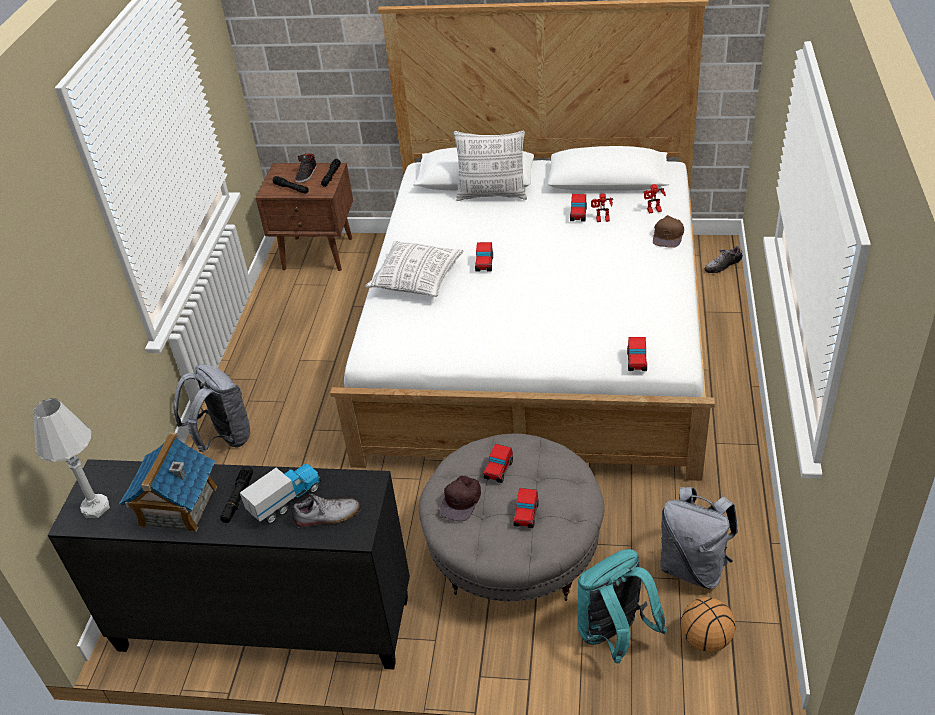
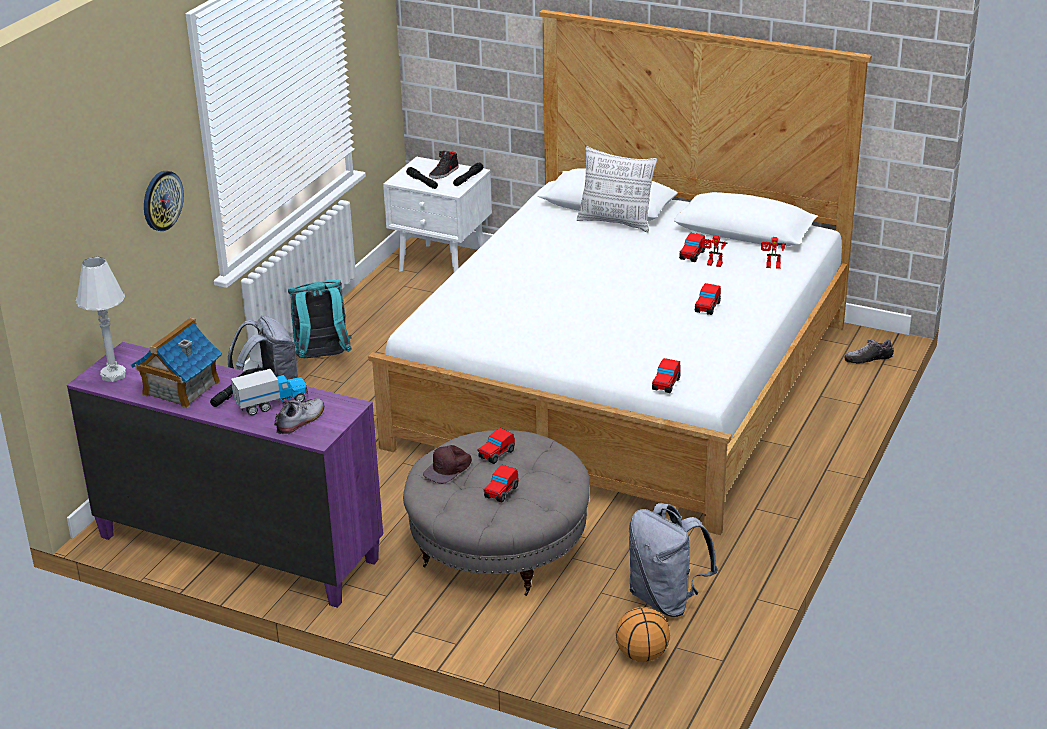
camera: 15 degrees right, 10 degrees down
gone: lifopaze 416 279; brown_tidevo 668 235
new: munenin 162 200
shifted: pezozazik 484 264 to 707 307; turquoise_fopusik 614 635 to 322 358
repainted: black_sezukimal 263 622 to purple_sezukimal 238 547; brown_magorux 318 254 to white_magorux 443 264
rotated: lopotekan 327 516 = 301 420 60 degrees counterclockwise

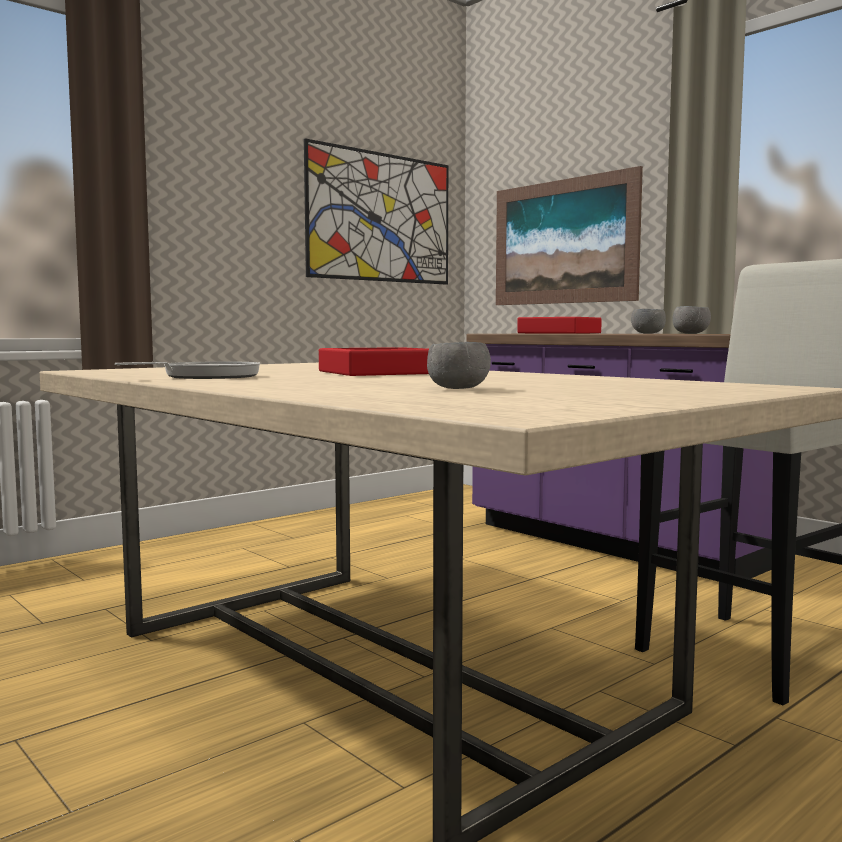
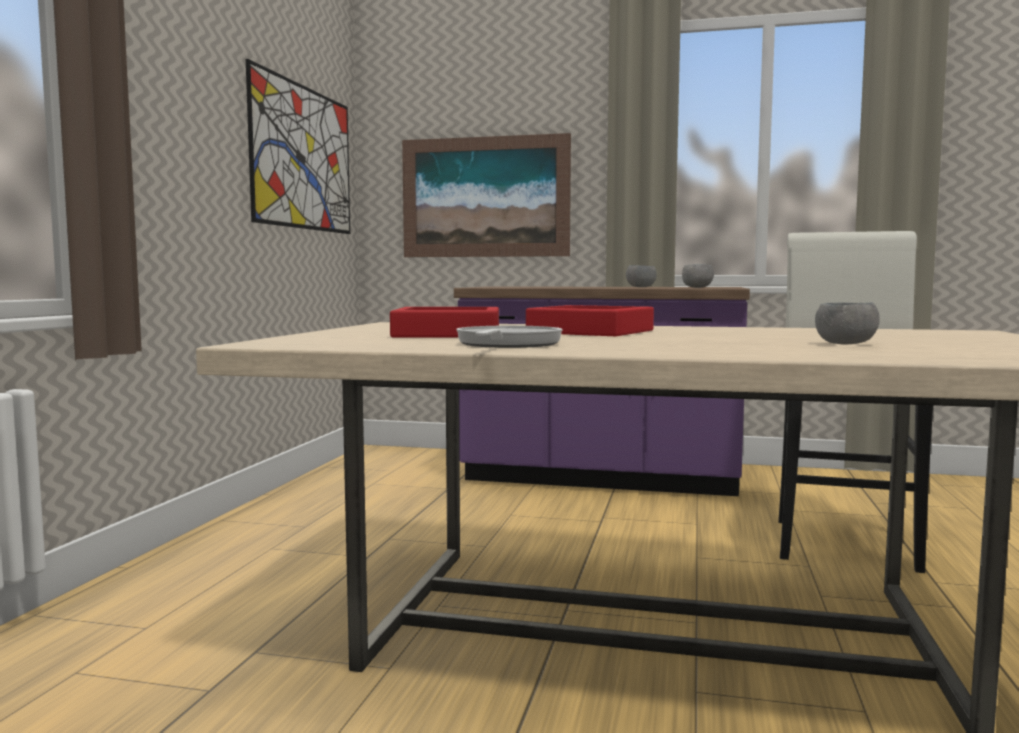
camera: 35 degrees left, 0 degrees up
shifted: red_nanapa 559 333 to 447 333

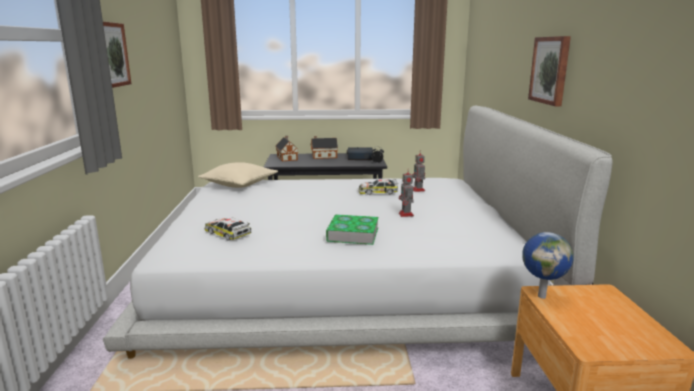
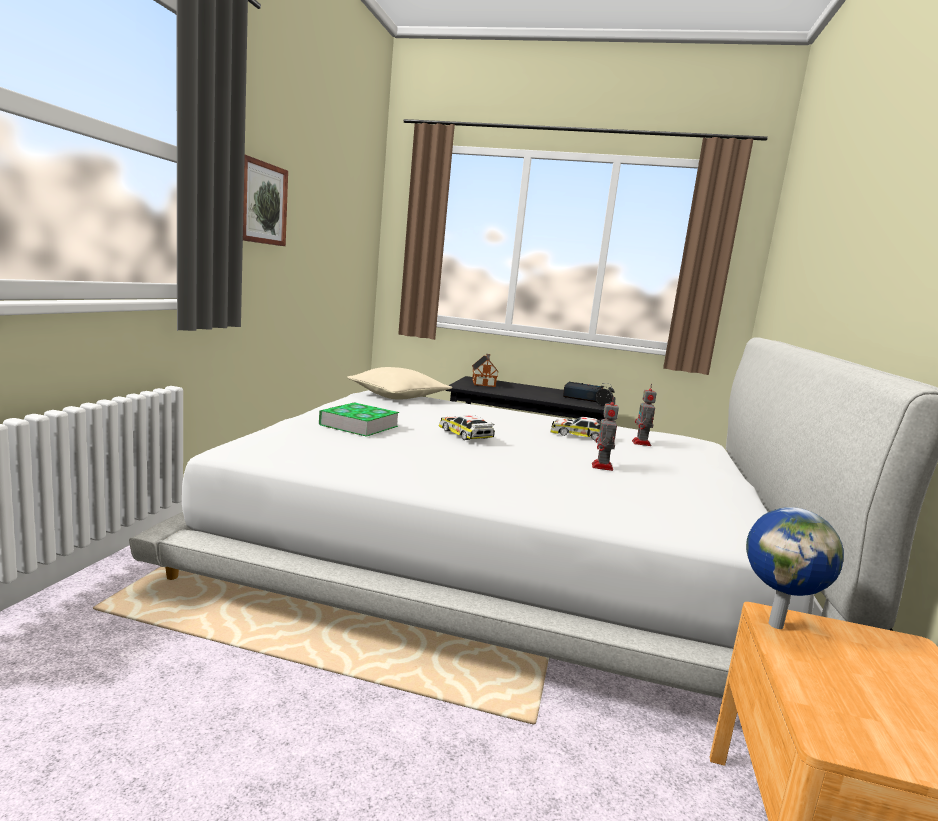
camera: 15 degrees right, 5 degrees down
gone: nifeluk 323 156; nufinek 550 70
shifted: pezozazik 227 233 to 464 434; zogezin 353 234 to 359 425

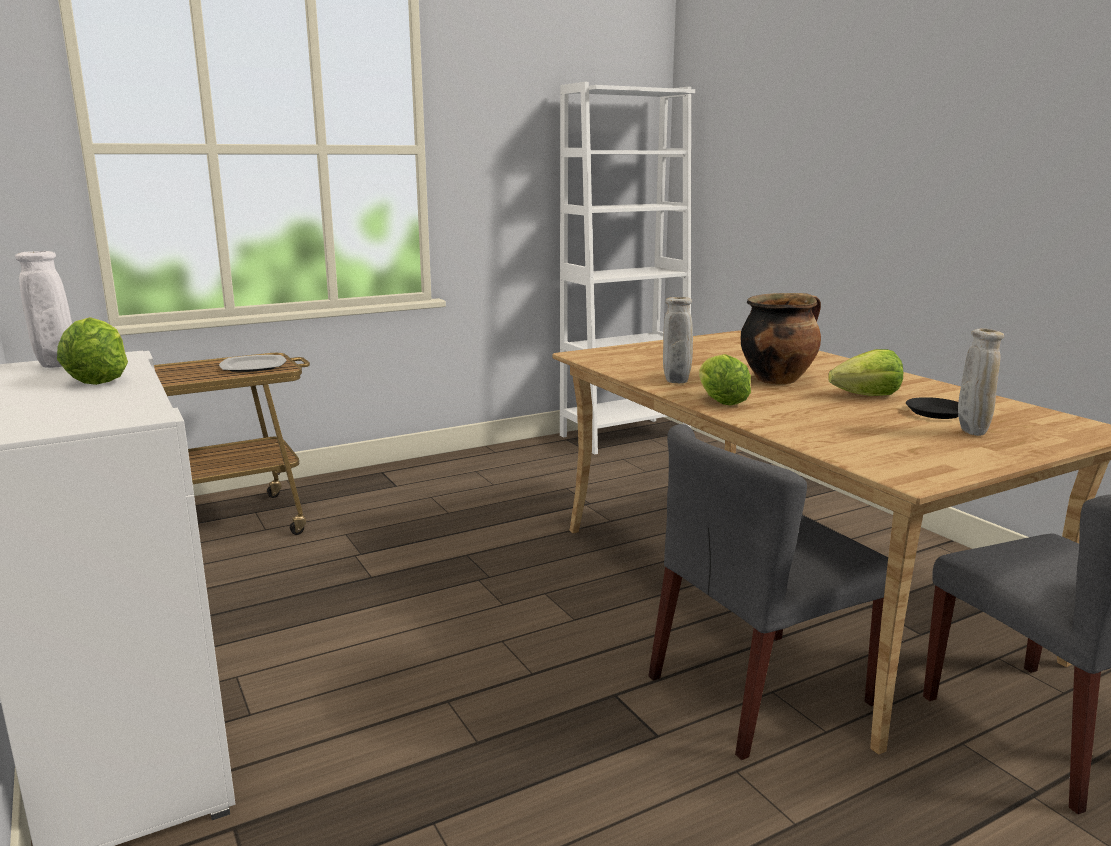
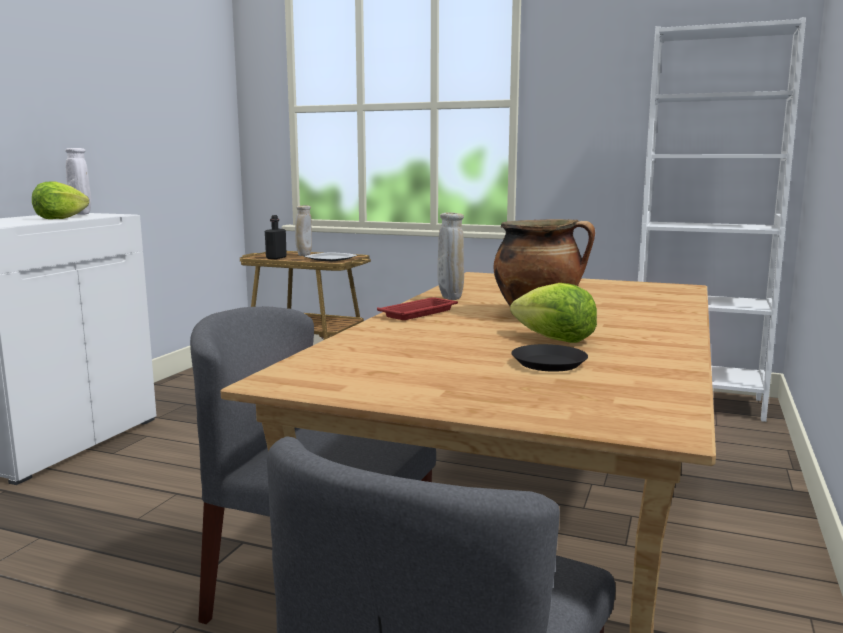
camera: 50 degrees right, 5 degrees down
new: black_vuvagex 276 258
shifted: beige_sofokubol 971 433 to 304 255
swapped: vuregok 720 400 to red_nanapa 420 313

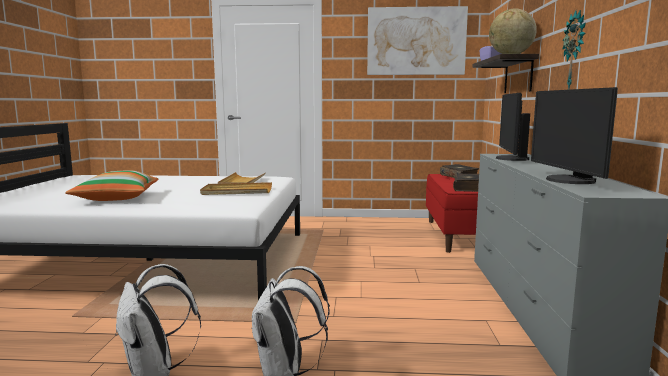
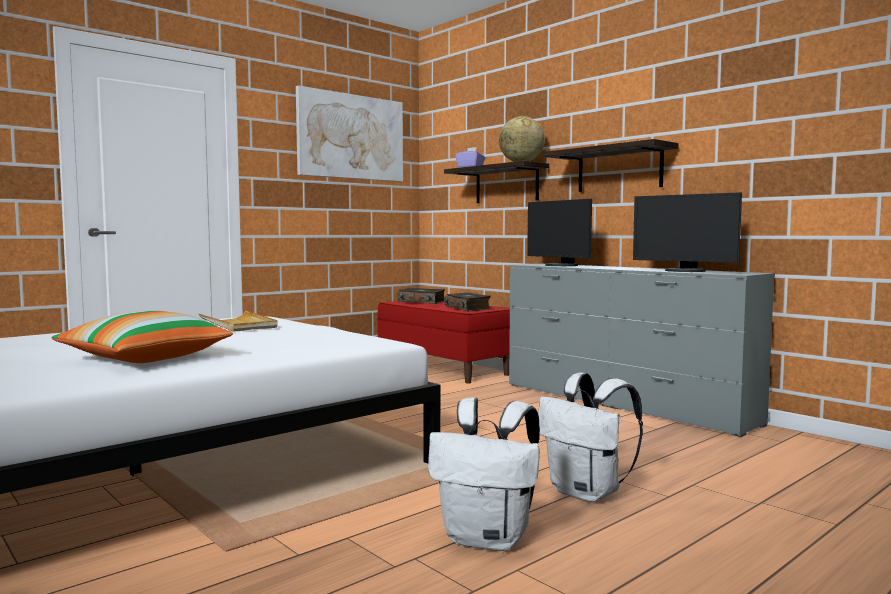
camera: 45 degrees left, 5 degrees down
gone: beige_nanapa 237 191
swapped: munenin 575 57 to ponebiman 619 169

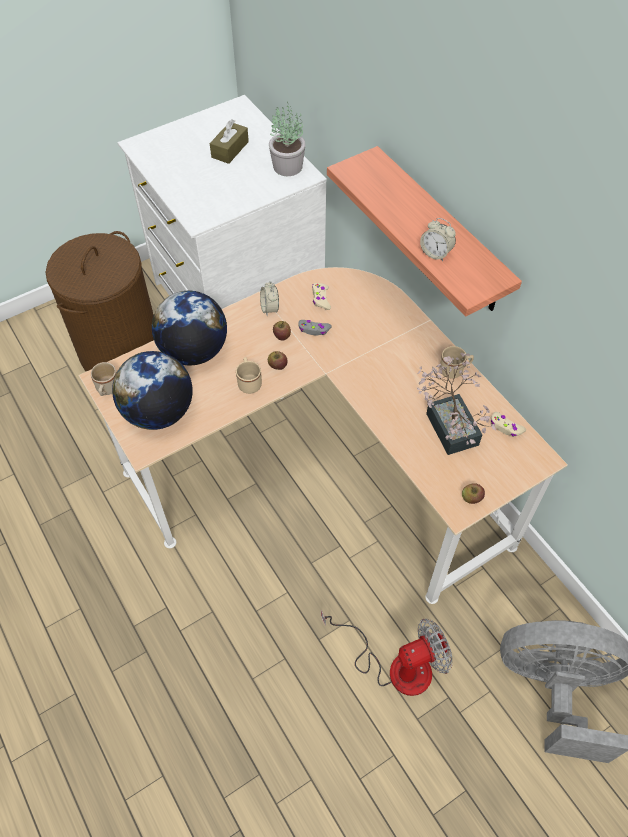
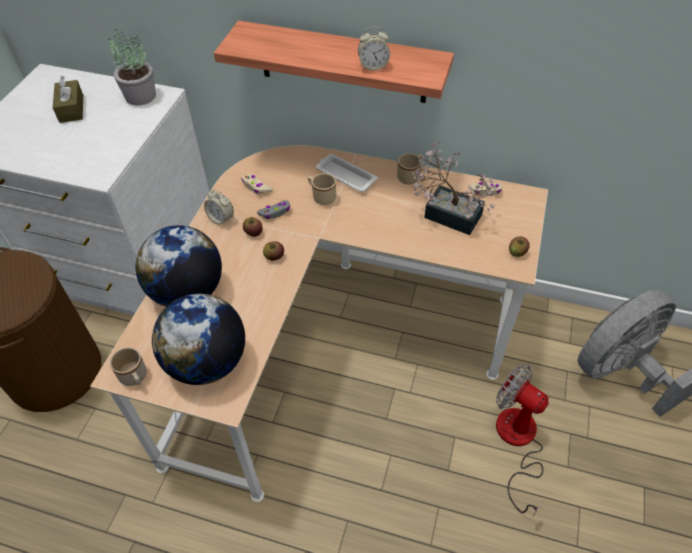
camera: 40 degrees left, 5 degrees down
new: white_nanapa 345 176
shifted: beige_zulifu 249 382 to 321 196
rotated: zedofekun 395 665 = 517 442 75 degrees counterclockwise

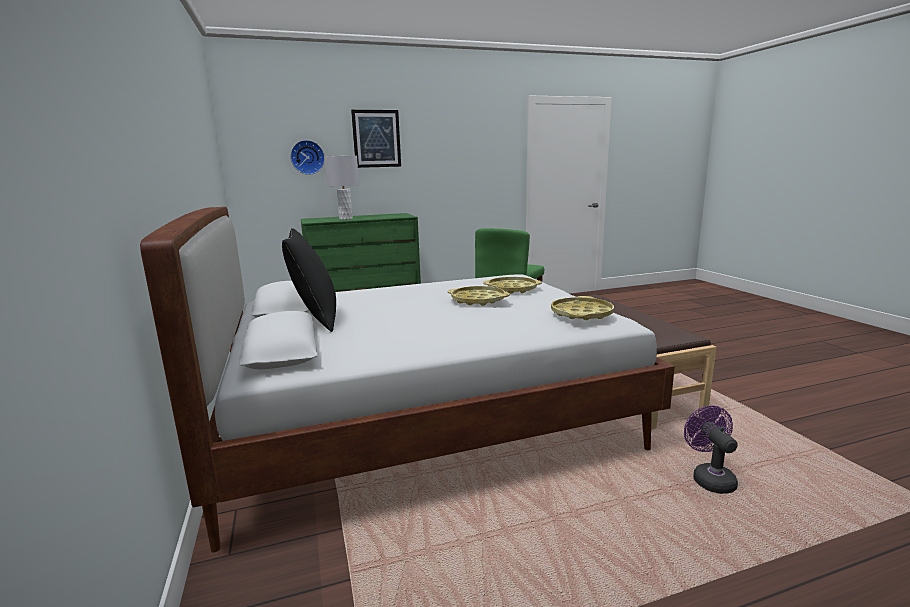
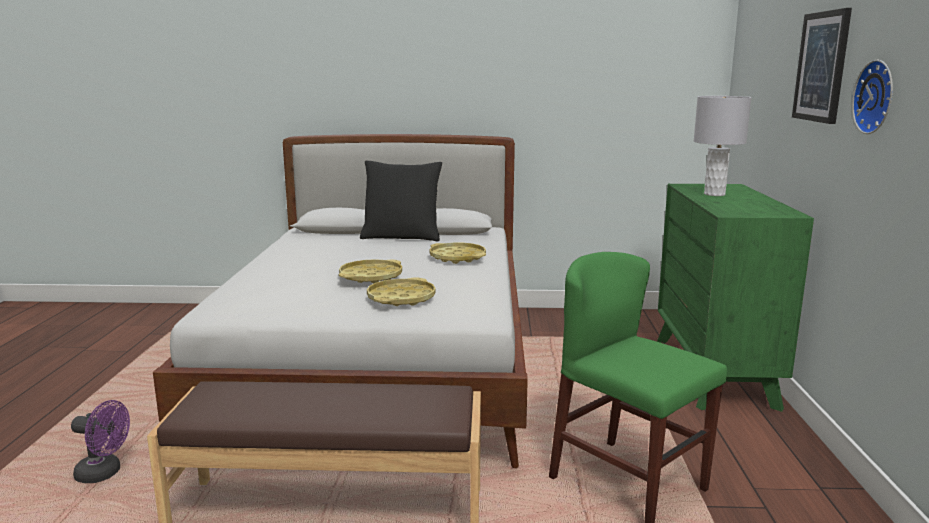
camera: 110 degrees right, 0 degrees up
shifted: munenin 307 157 to 877 97; yellow_nanapa 581 314 to 457 257

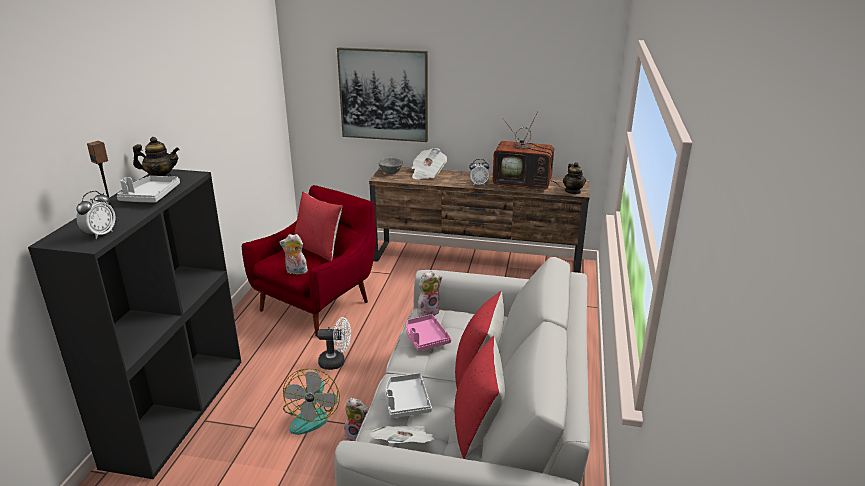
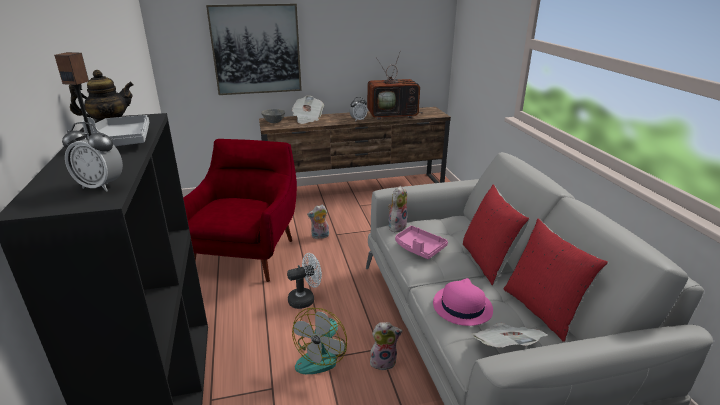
camera: 25 degrees left, 0 degrees up
gone: red_lifopaze 318 250; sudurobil 573 191
shifted: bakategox 295 272 to 320 236
swapped: grey_nanapa 406 402 to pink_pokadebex 461 306
rotated: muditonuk 100 234 = 101 186 105 degrees clockwise; zedofekun 311 415 = 322 355 45 degrees clockwise

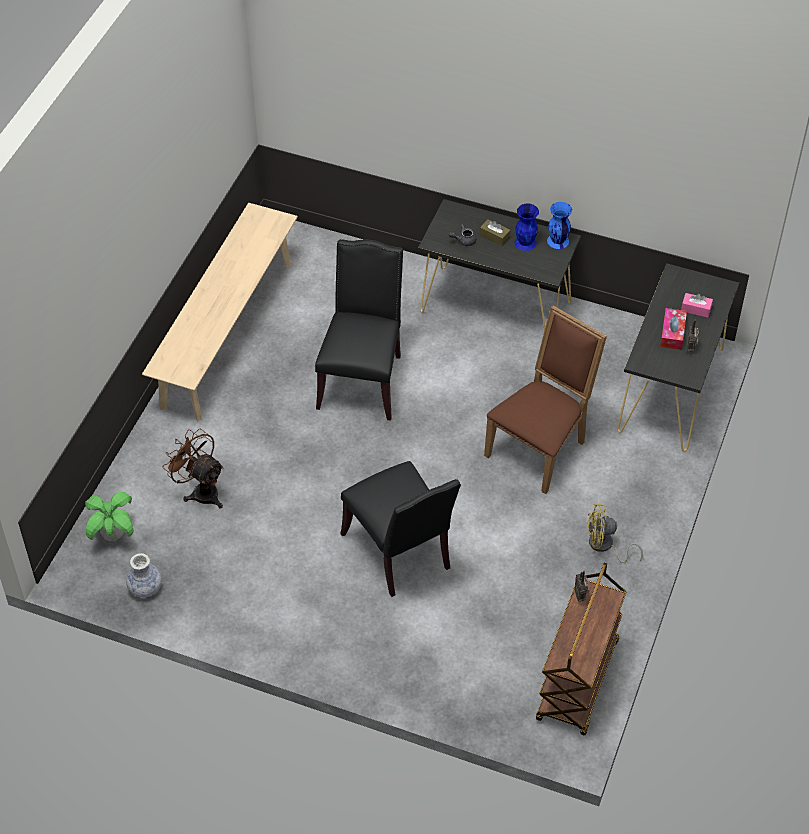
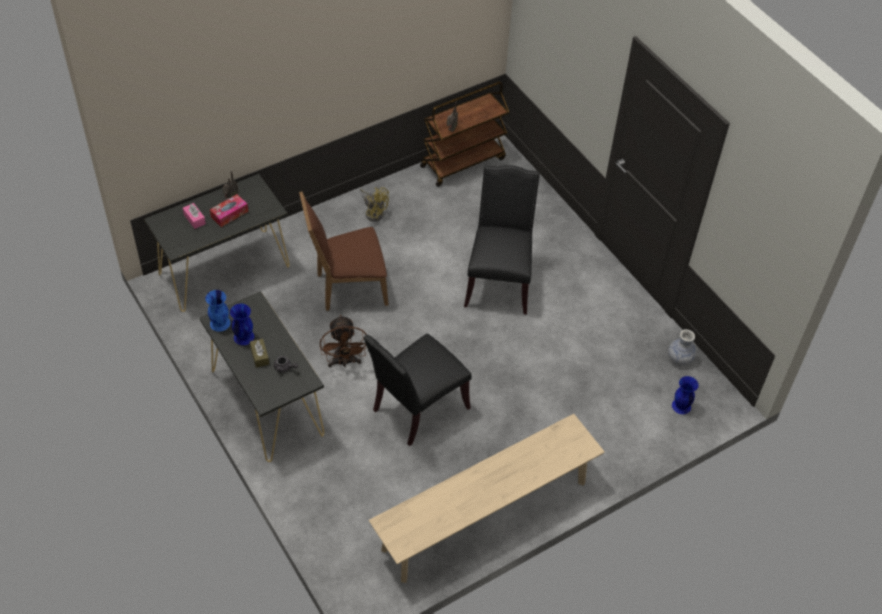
camera: 145 degrees left, 0 degrees up
shifted: brown_zedofekun 201 491 to 344 362
swapped: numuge 113 535 to blue_sofokubol 681 406

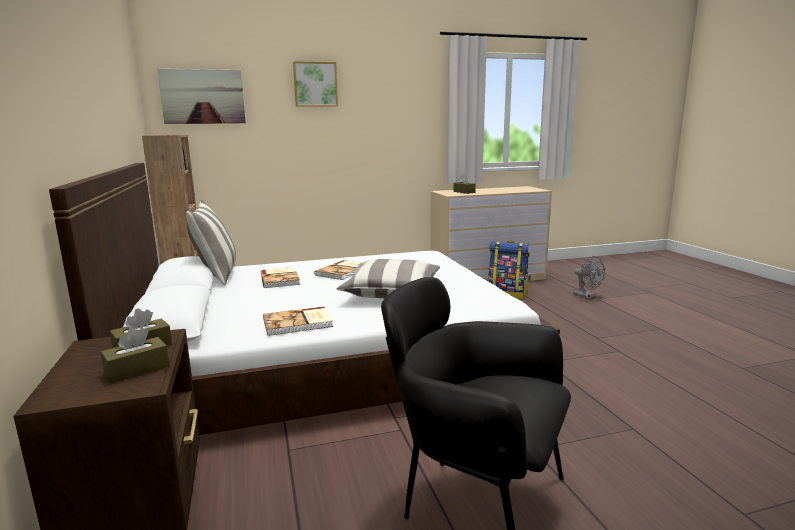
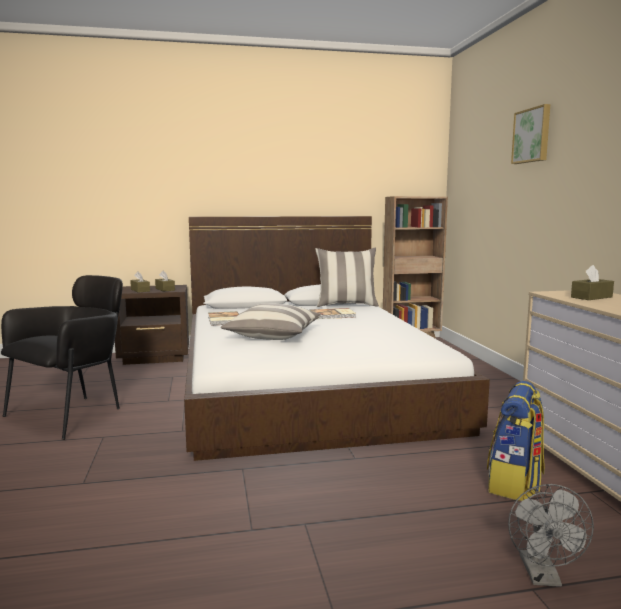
camera: 95 degrees right, 5 degrees down
gone: nufinek 203 97; zogezin 343 271
rotated: grey_zedofekun 587 296 = 543 577 60 degrees counterclockwise

